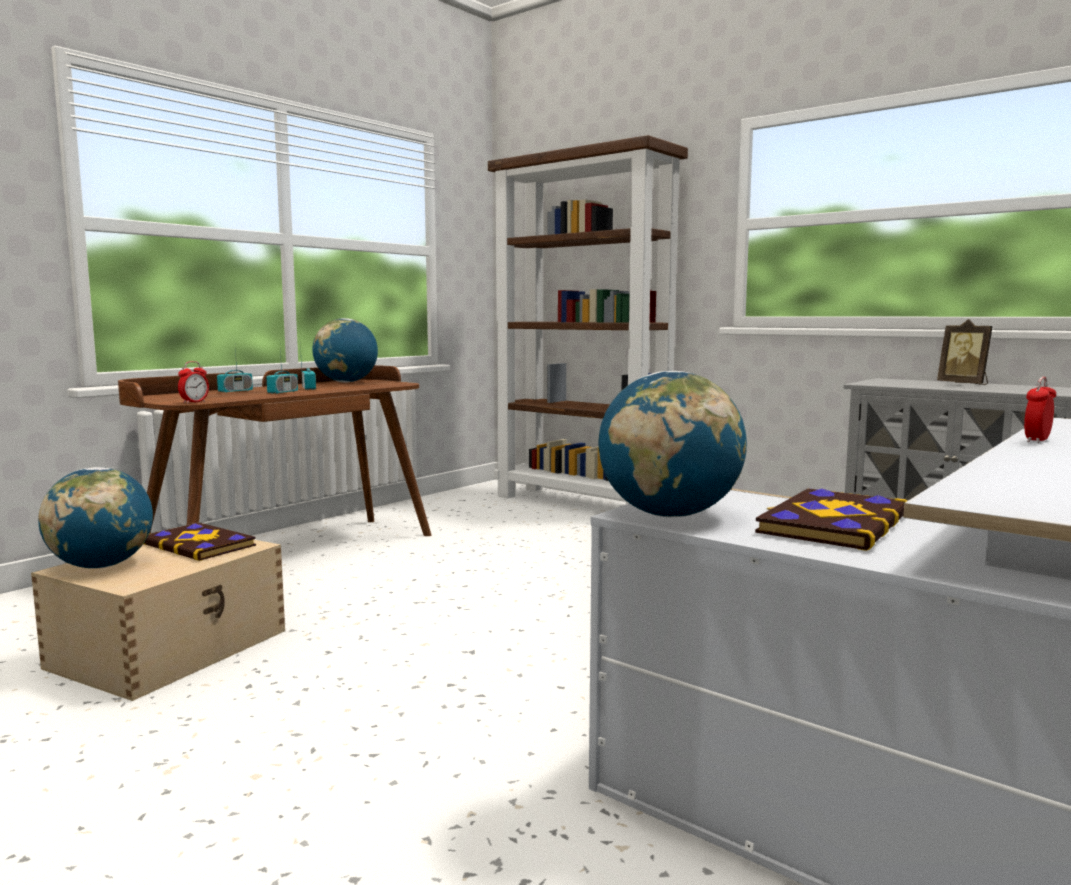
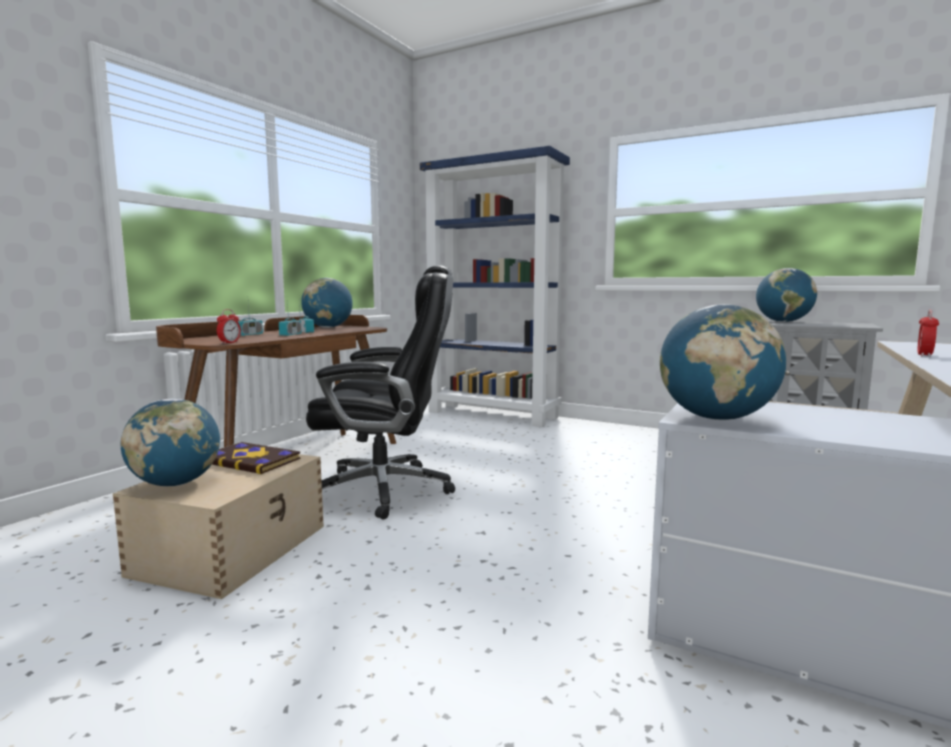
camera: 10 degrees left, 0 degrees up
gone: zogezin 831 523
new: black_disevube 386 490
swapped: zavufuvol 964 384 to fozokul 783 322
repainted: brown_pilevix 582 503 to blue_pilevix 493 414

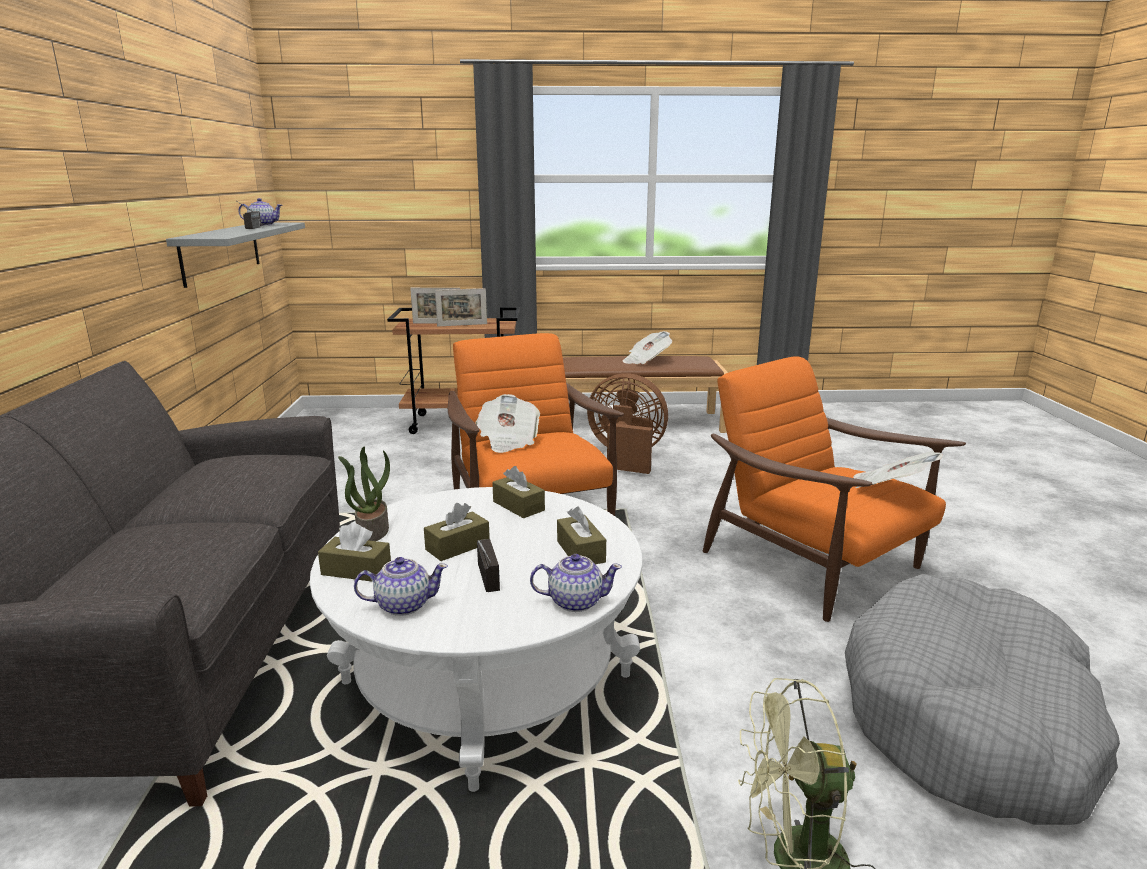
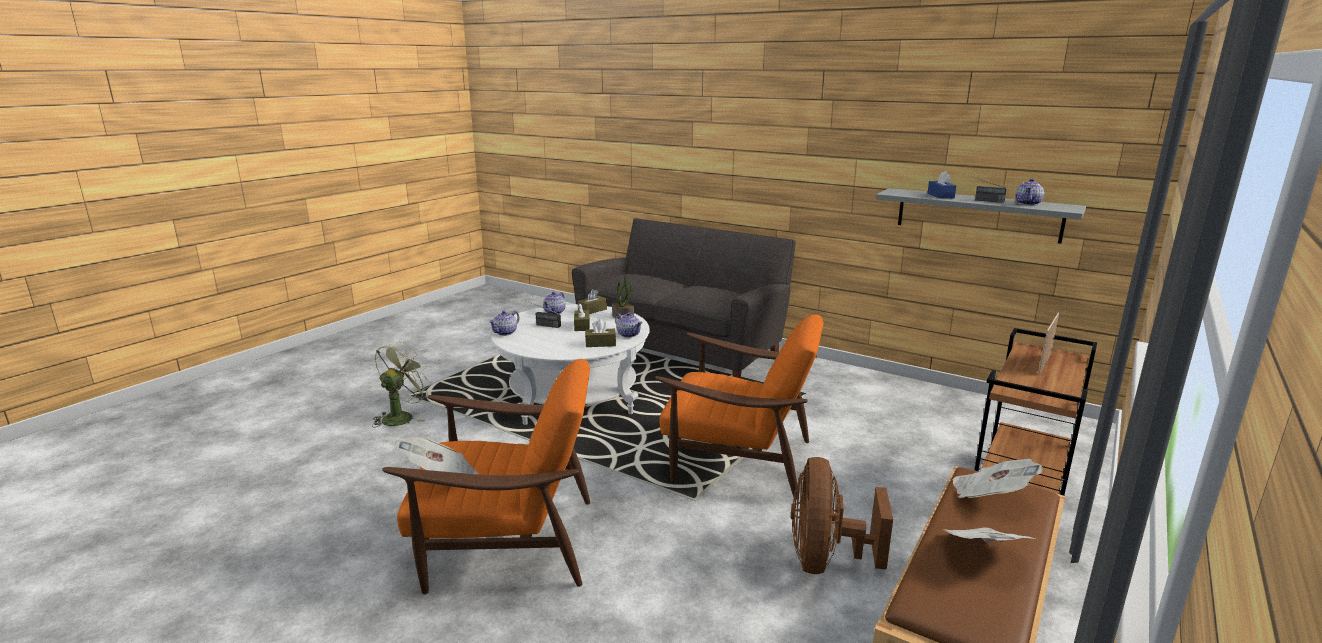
camera: 125 degrees right, 0 degrees up
gone: zavufuvol 462 325; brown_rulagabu 580 551; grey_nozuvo 968 719
new: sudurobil 628 334; blue_rulagabu 940 196
shifted: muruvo 508 441 to 990 496
rotated: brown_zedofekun 626 456 = 826 560 135 degrees clockwise

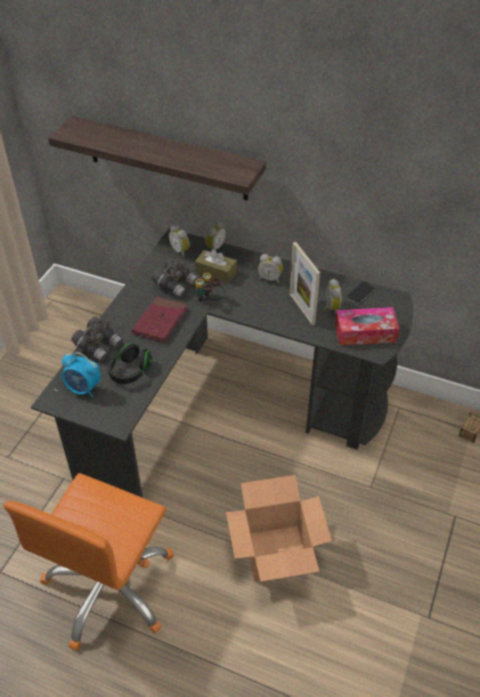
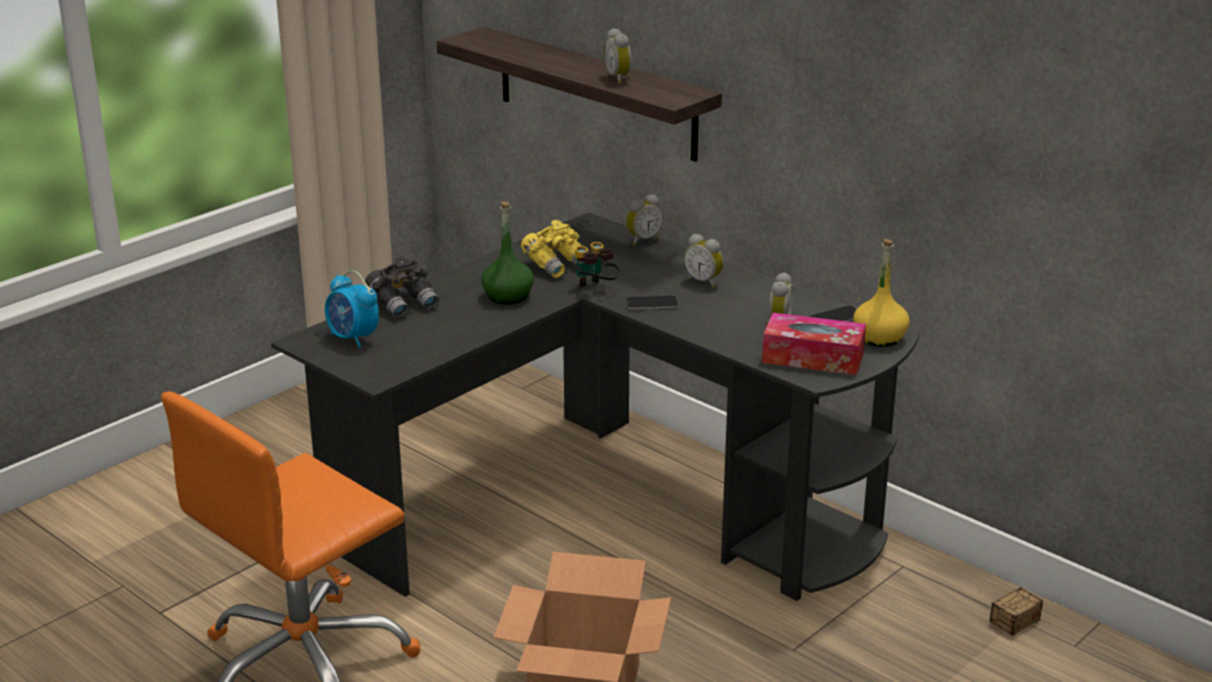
camera: 20 degrees right, 20 degrees down
gone: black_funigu 130 371; brown_rulagabu 216 273; zavufuvol 302 309
new: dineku 651 304; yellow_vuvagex 879 337
shifted: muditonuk 181 251 to 620 79
swapped: red_zogezin 160 321 to green_vuvagex 508 296
repainted: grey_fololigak 175 284 to yellow_fololigak 557 265

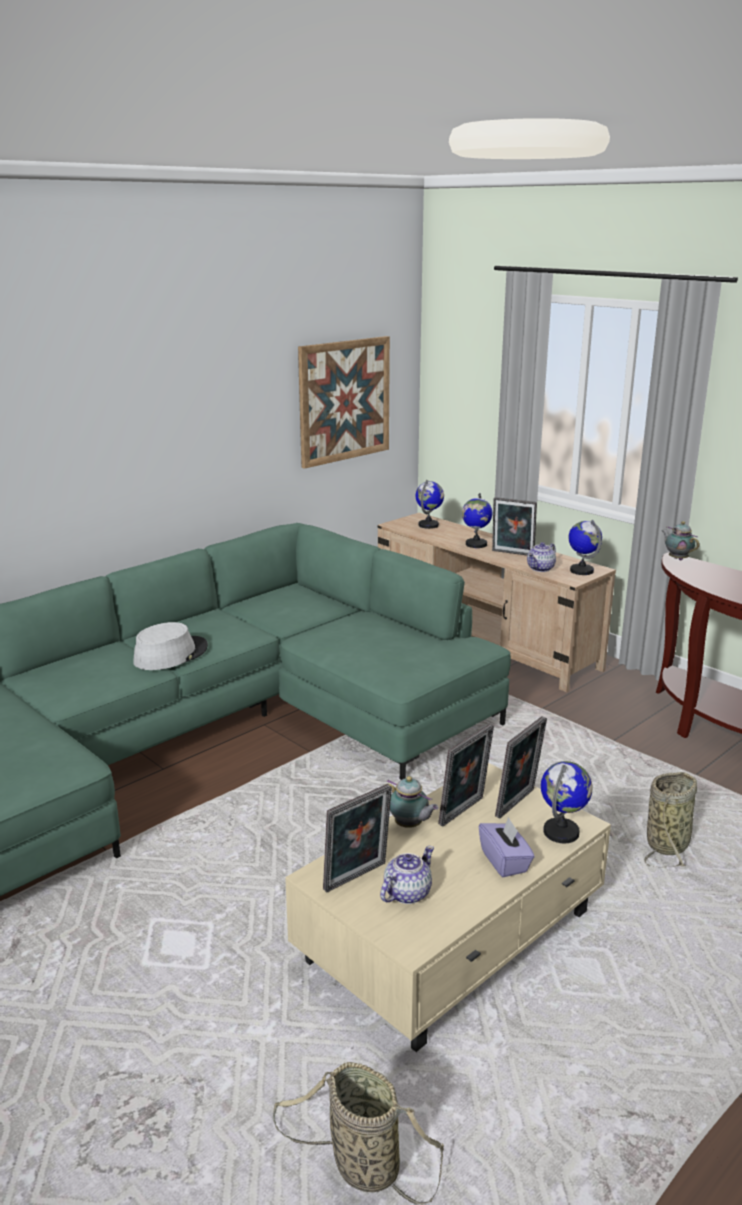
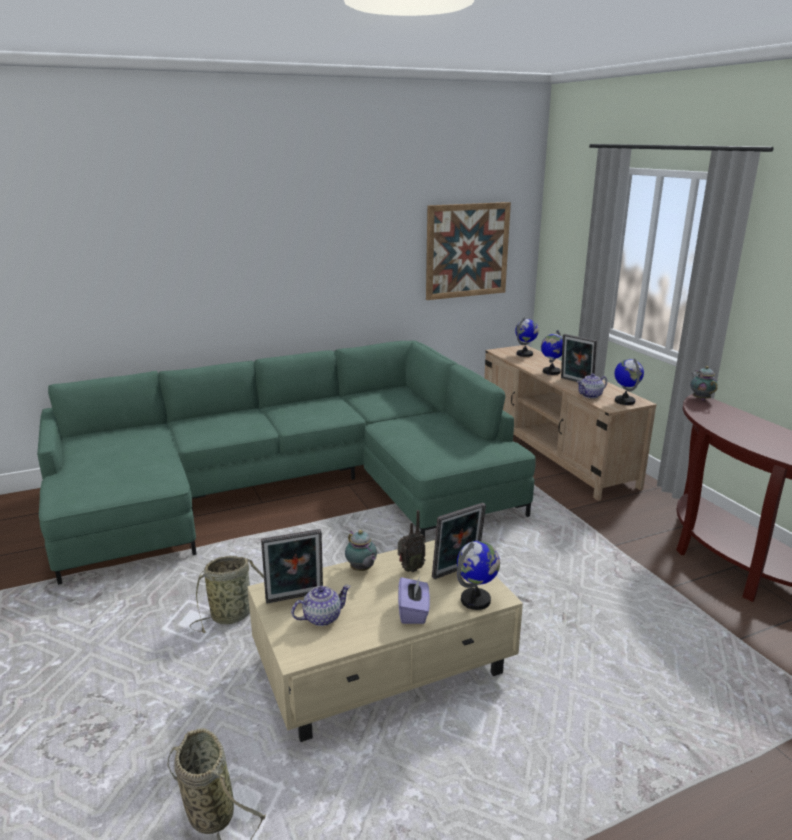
camera: 20 degrees right, 0 degrees up
gone: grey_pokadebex 170 654
shifted: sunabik 668 843 to 234 614
swapped: zavufuvol 464 812 to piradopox 410 569

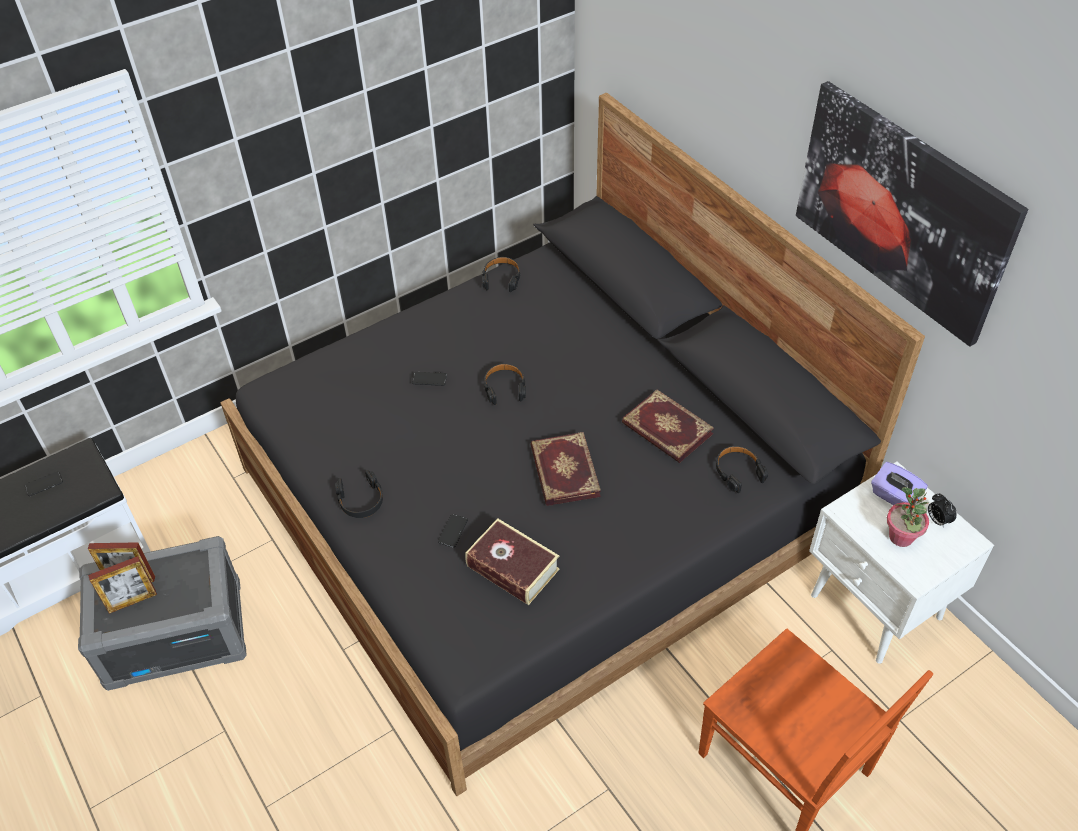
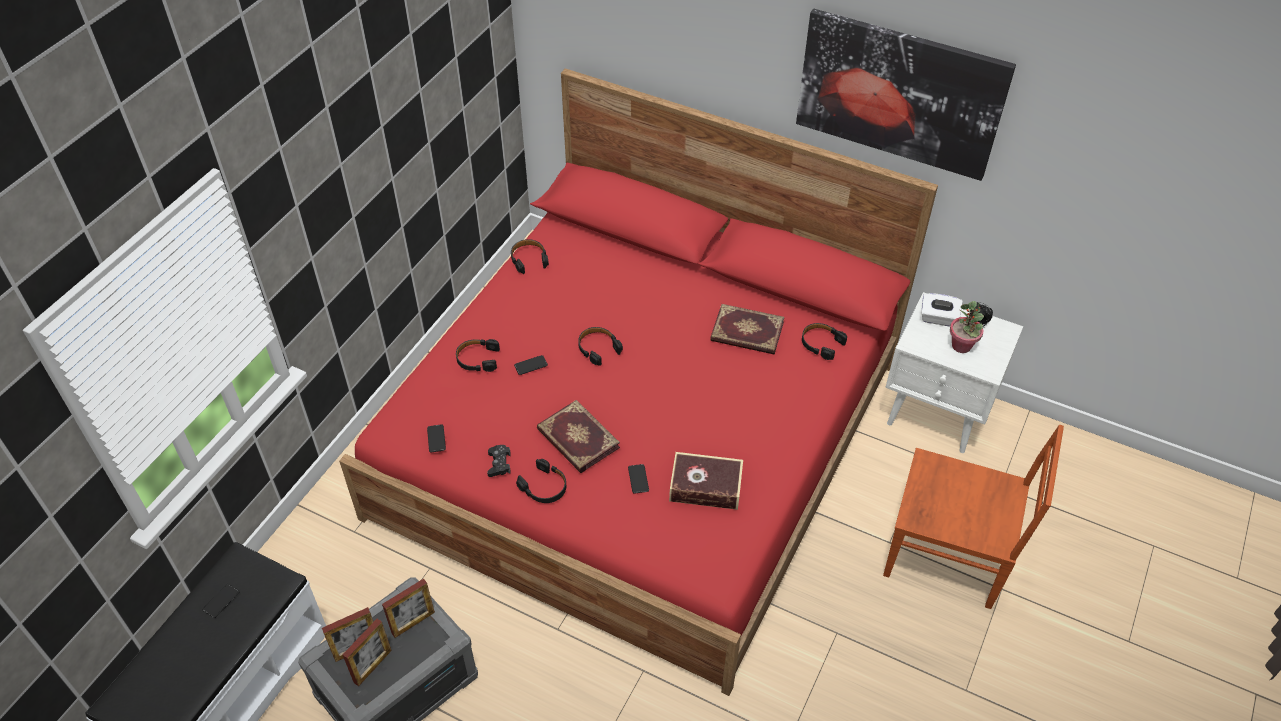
camera: 30 degrees left, 0 degrees up
new: zavufuvol 413 623; dineku 436 438; black_funigu 477 359; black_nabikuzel 499 464
shifted: zogezin 563 471 to 577 439
repainted: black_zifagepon 543 500 to red_zifagepon 641 437; purple_rulagabu 894 496 to white_rulagabu 938 318

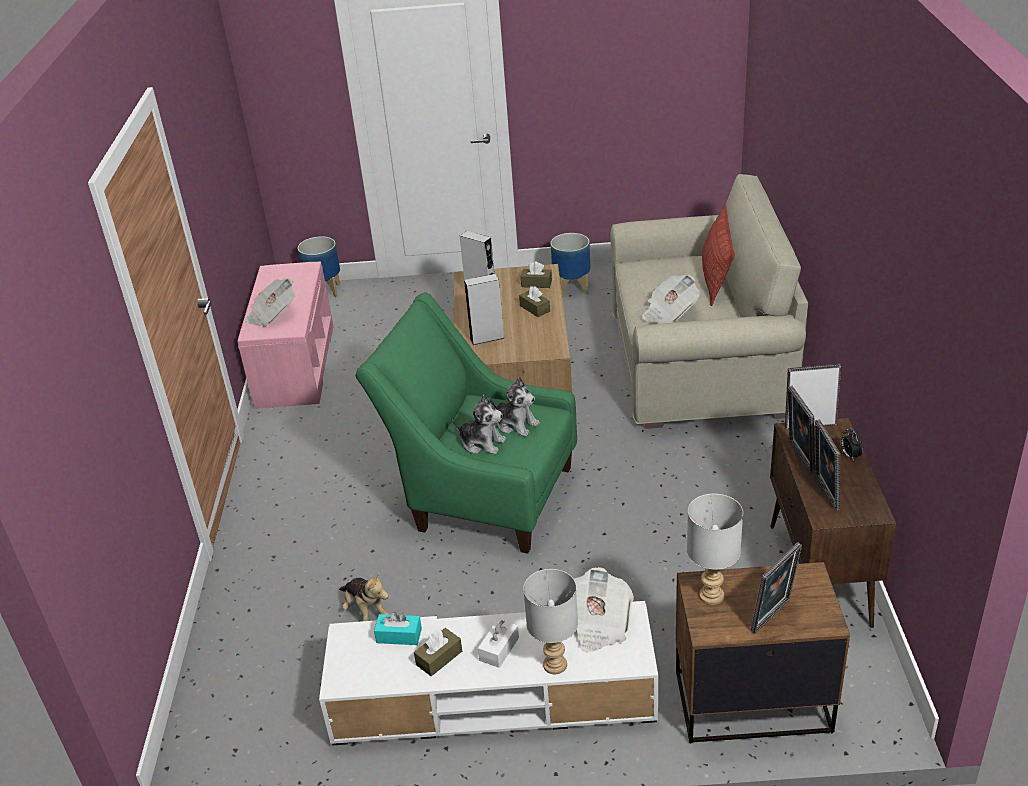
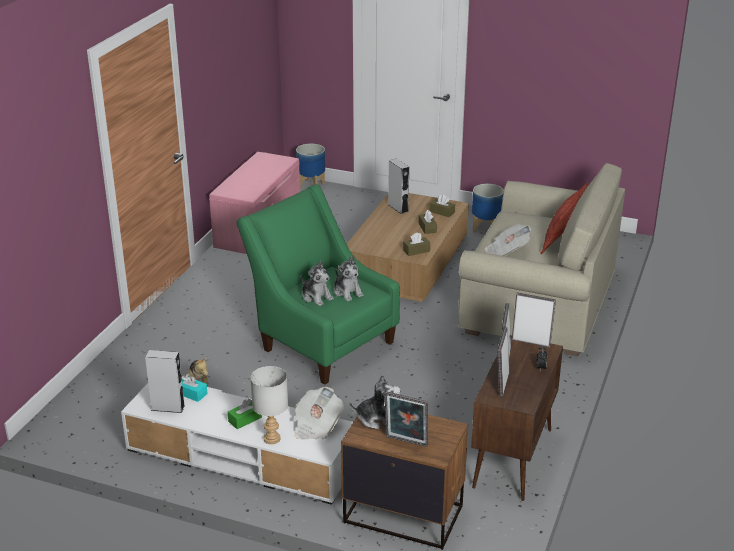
camera: 20 degrees right, 5 degrees down
gone: muruvo 272 315
shifted: brown_rulagabu 439 658 to 416 251; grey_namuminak 487 338 to 168 408
swapped: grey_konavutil 710 595 to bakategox 376 418
repainted: white_rulagabu 499 649 to green_rulagabu 245 419
rotated: zavufuvol 773 617 = 406 442 45 degrees clockwise

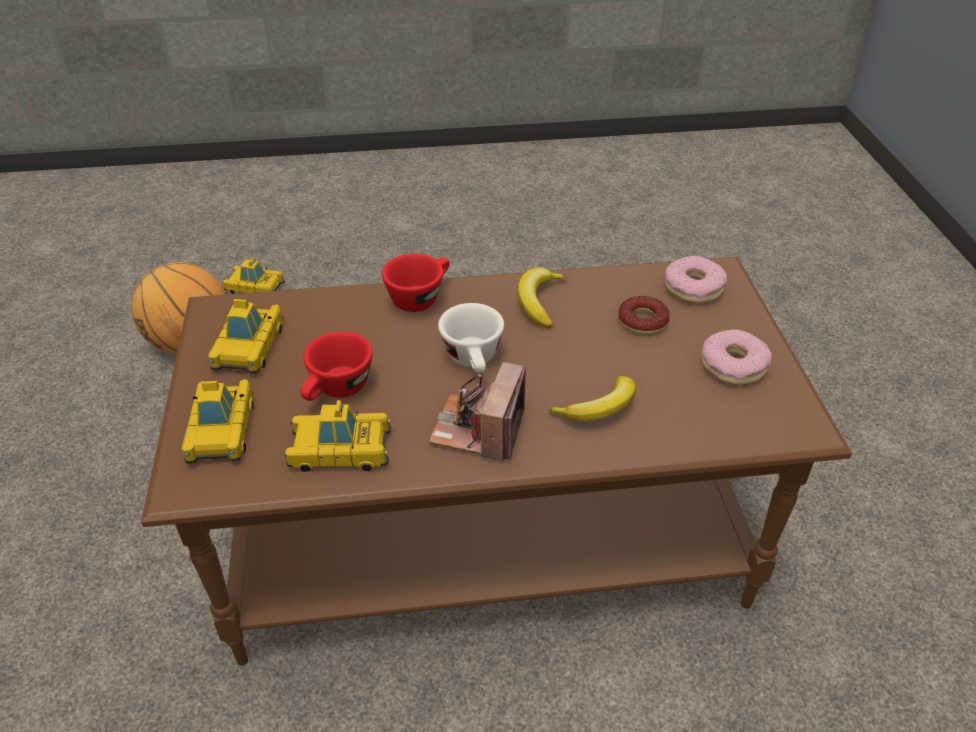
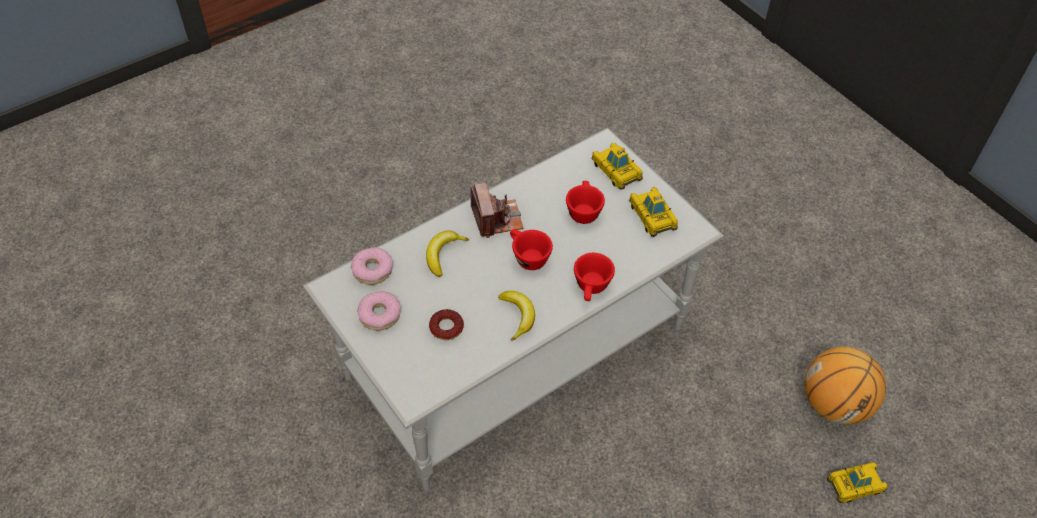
camera: 150 degrees right, 10 degrees up
gone: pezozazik 340 449
shifted: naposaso 693 288 to 372 270
repainted: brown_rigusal 485 540 to grey_rigusal 516 351; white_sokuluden 474 360 to red_sokuluden 527 257

